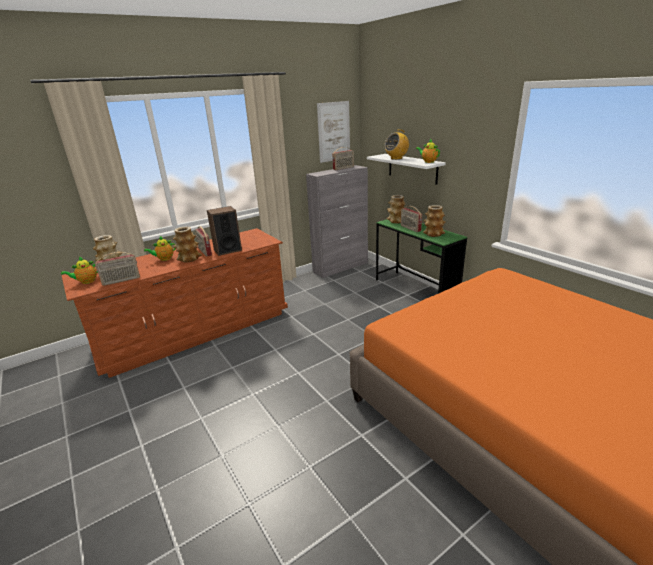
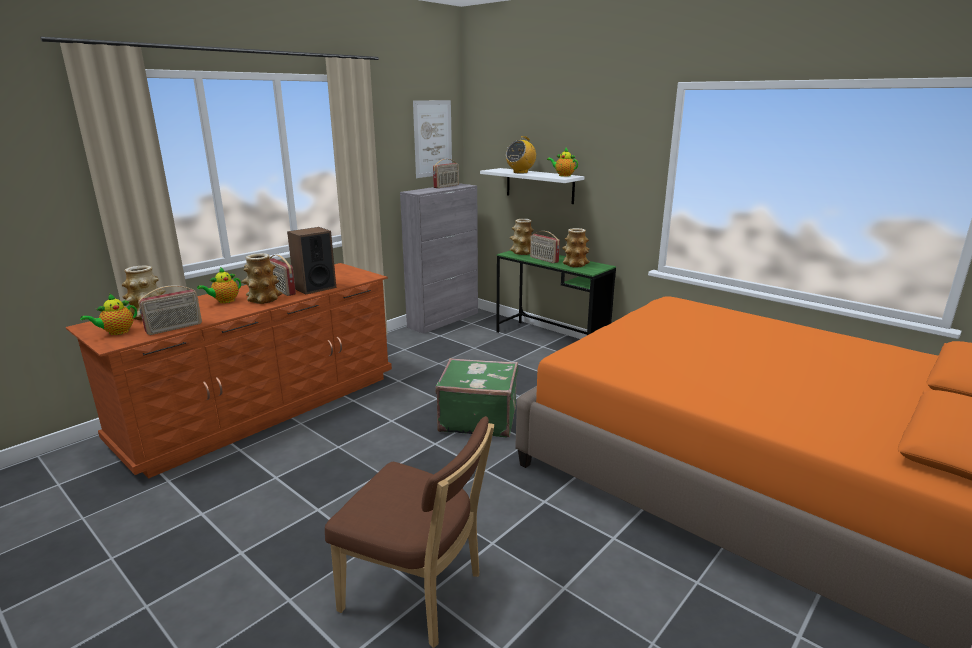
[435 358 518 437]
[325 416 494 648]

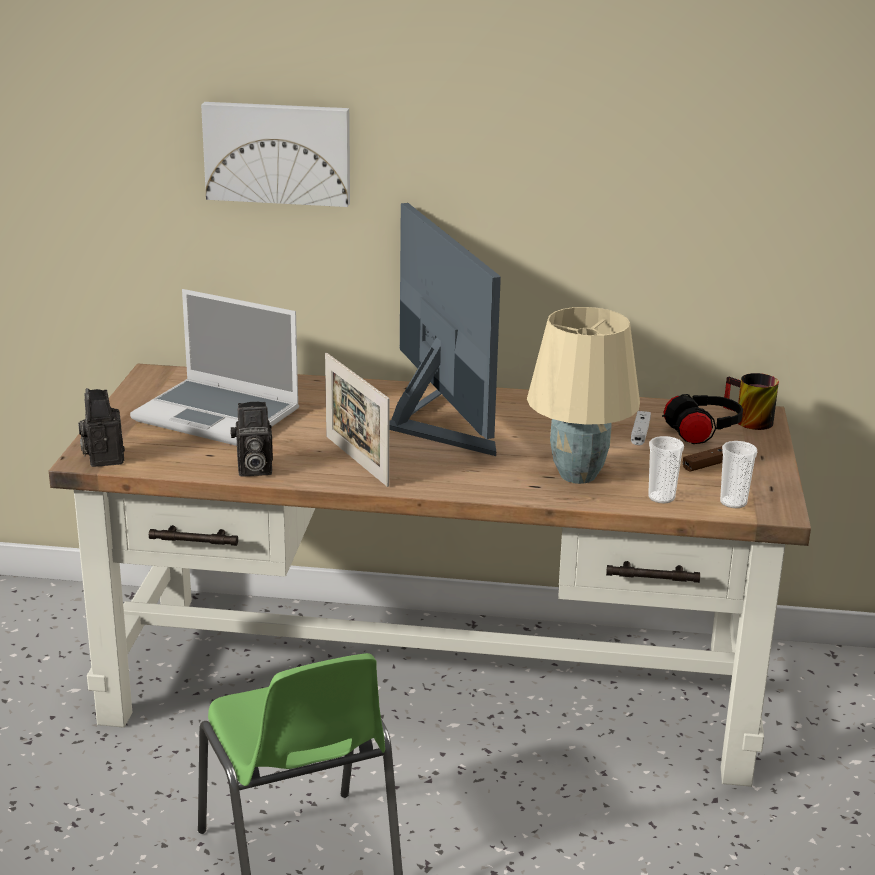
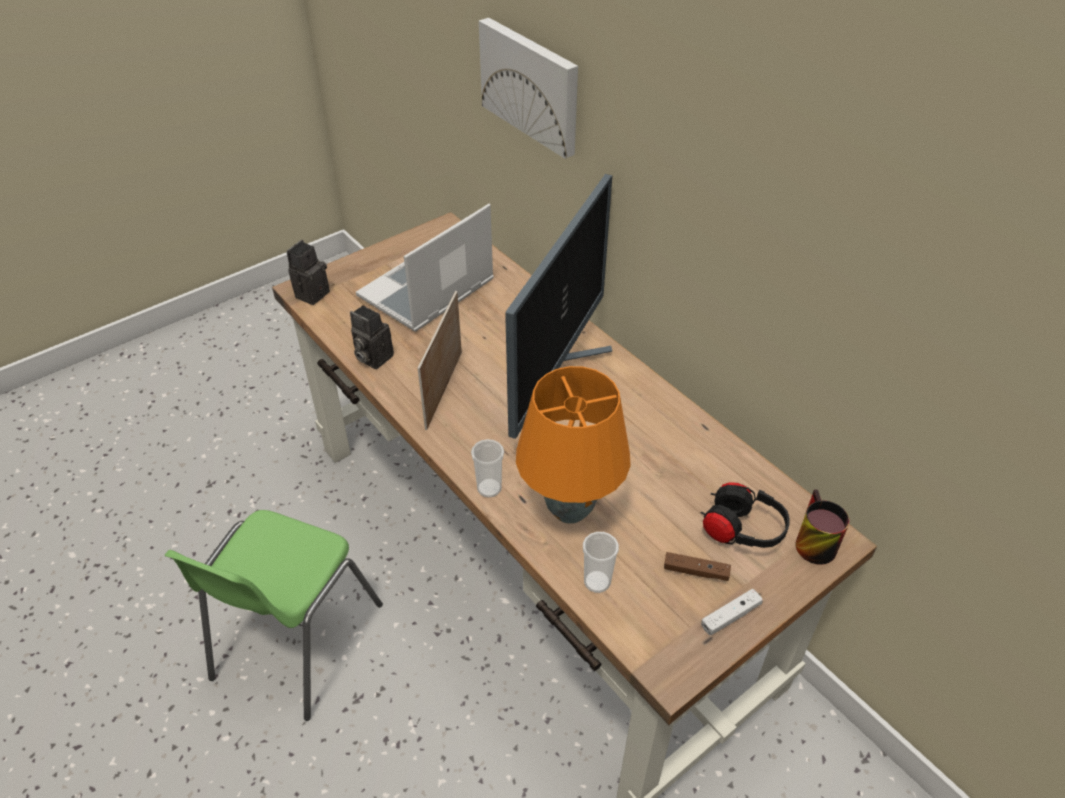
[356 204 494 332]
[516 366 631 524]
[701 589 763 635]
[471 439 504 498]

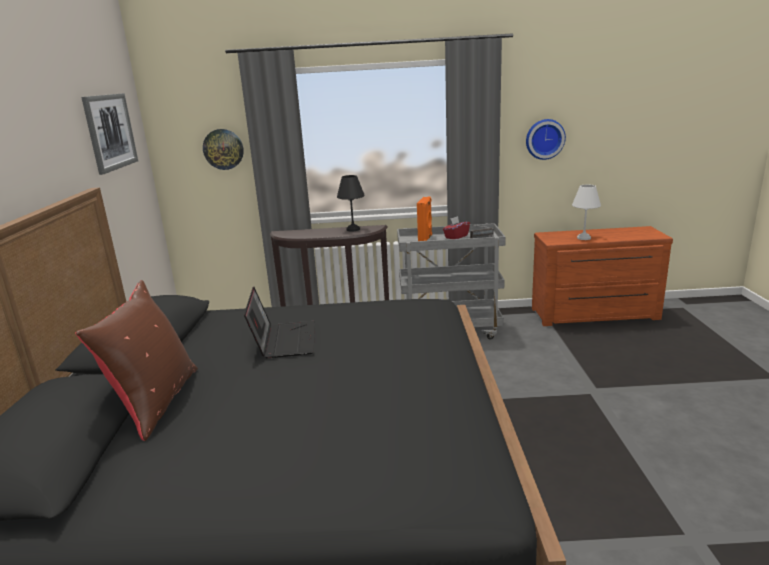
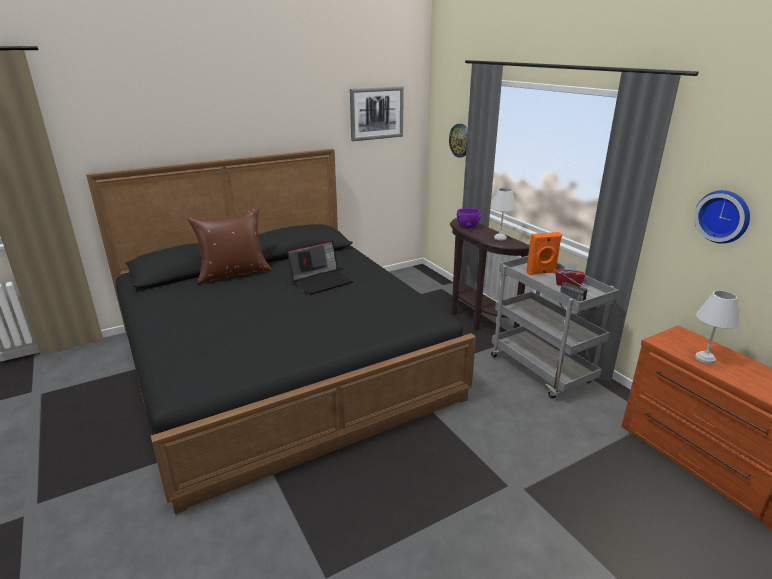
[490 188 517 240]
[457 208 481 228]

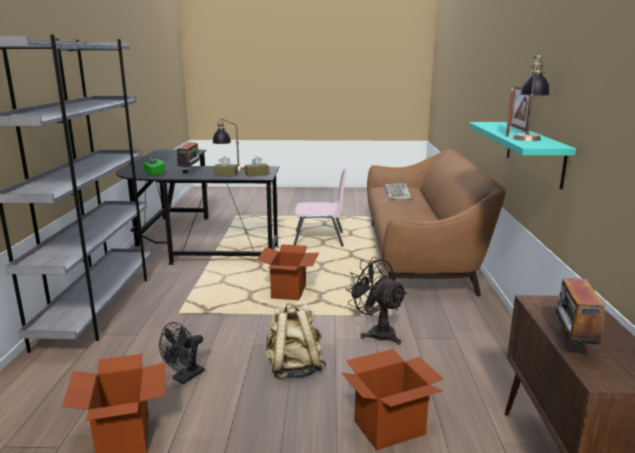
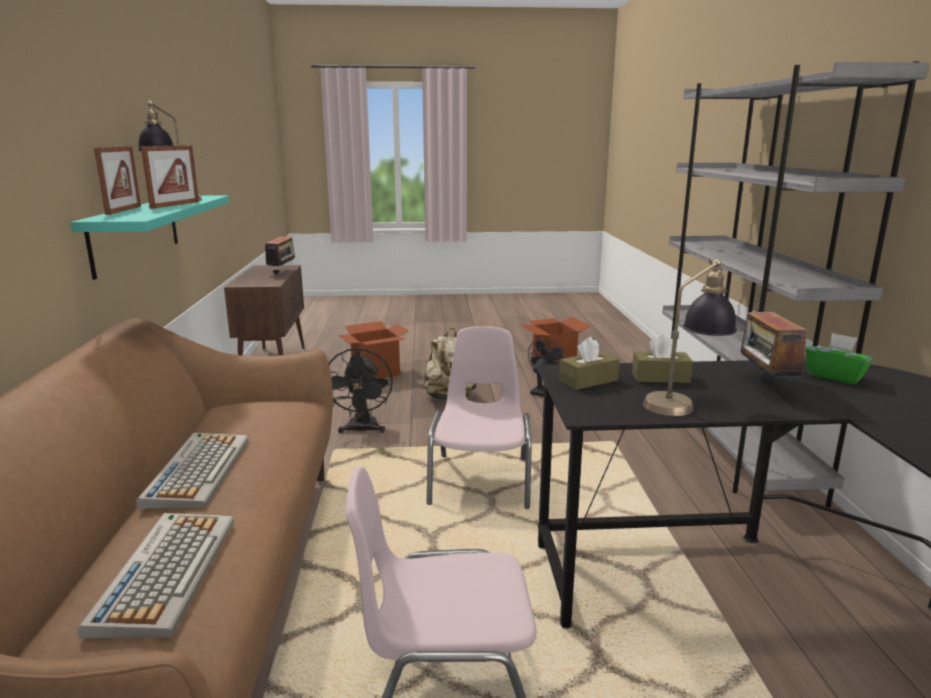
[427 326 532 509]
[329 348 393 434]
[136 433 249 509]

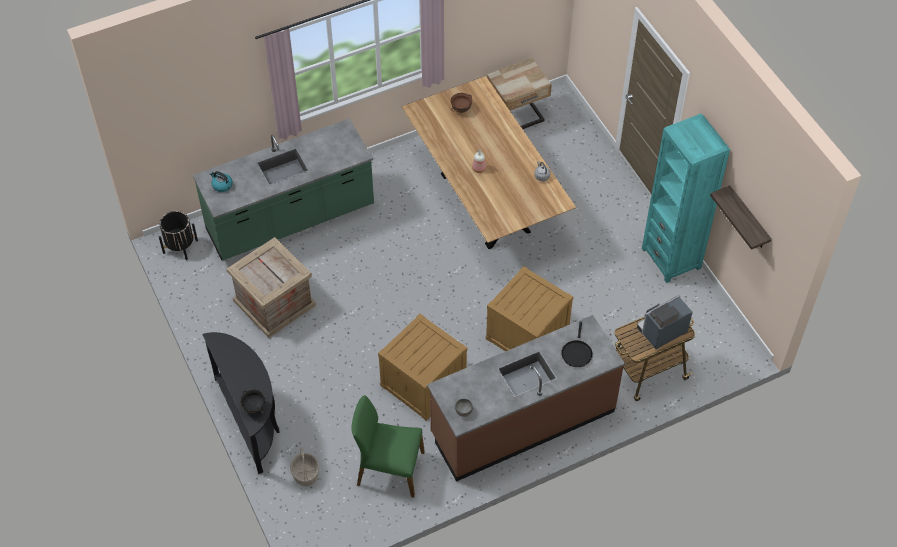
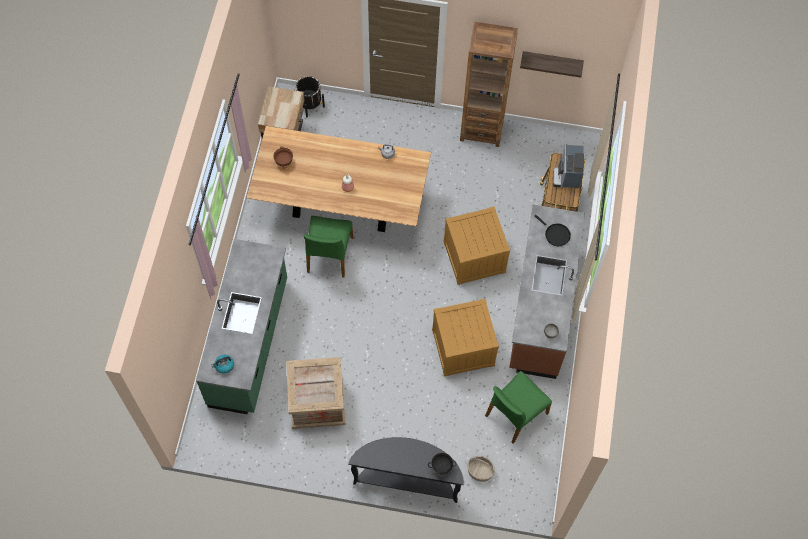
[460 22 518 147]
[296 76 325 117]
[304 216 354 277]

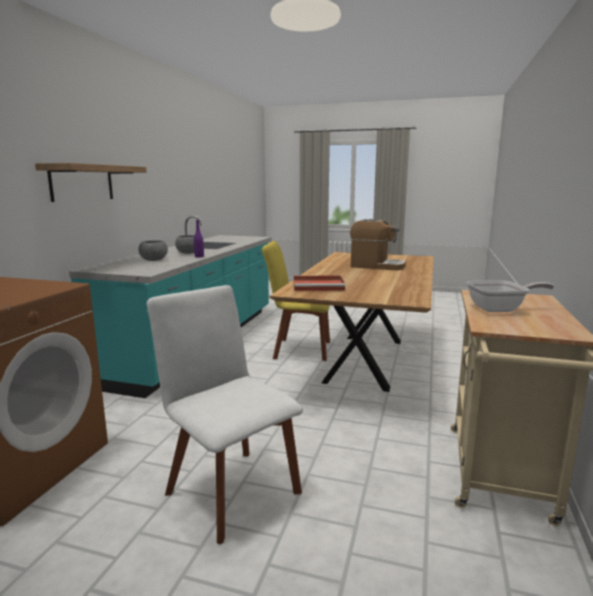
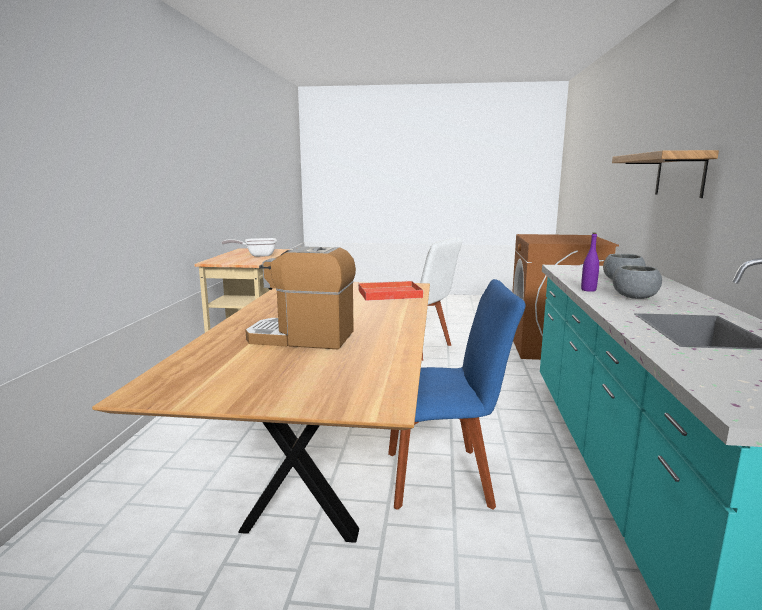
[388 279 525 510]

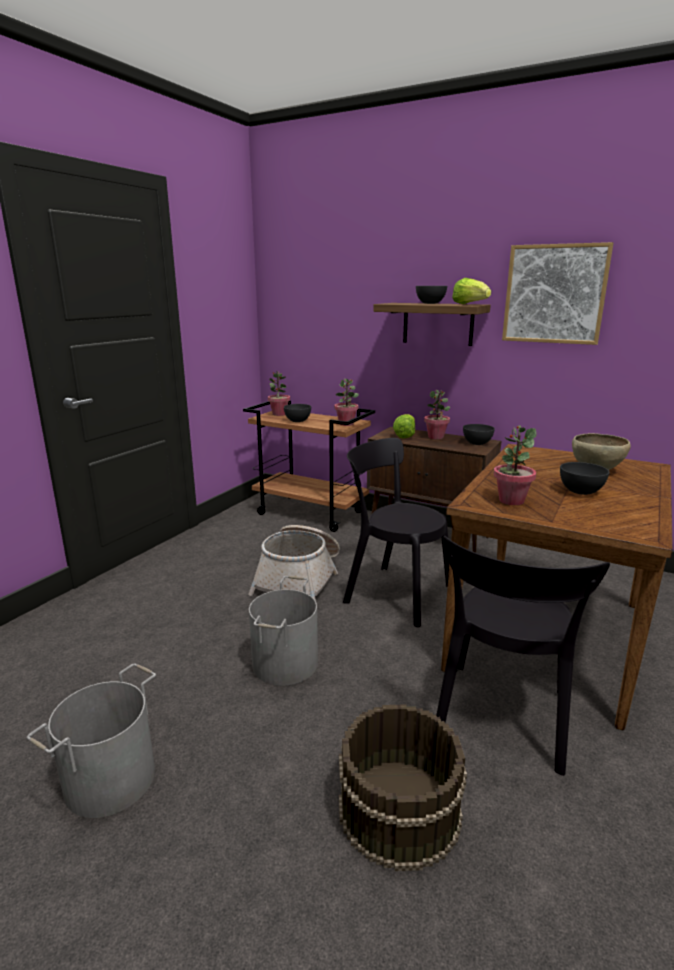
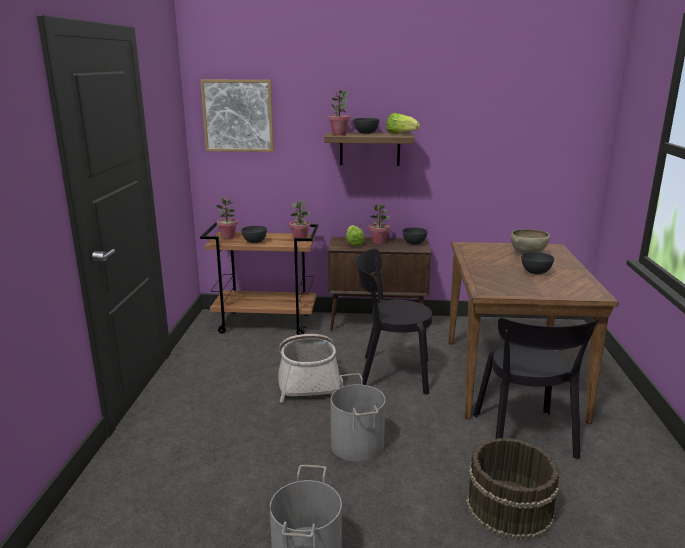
[200 80 274 152]
[328 90 351 135]

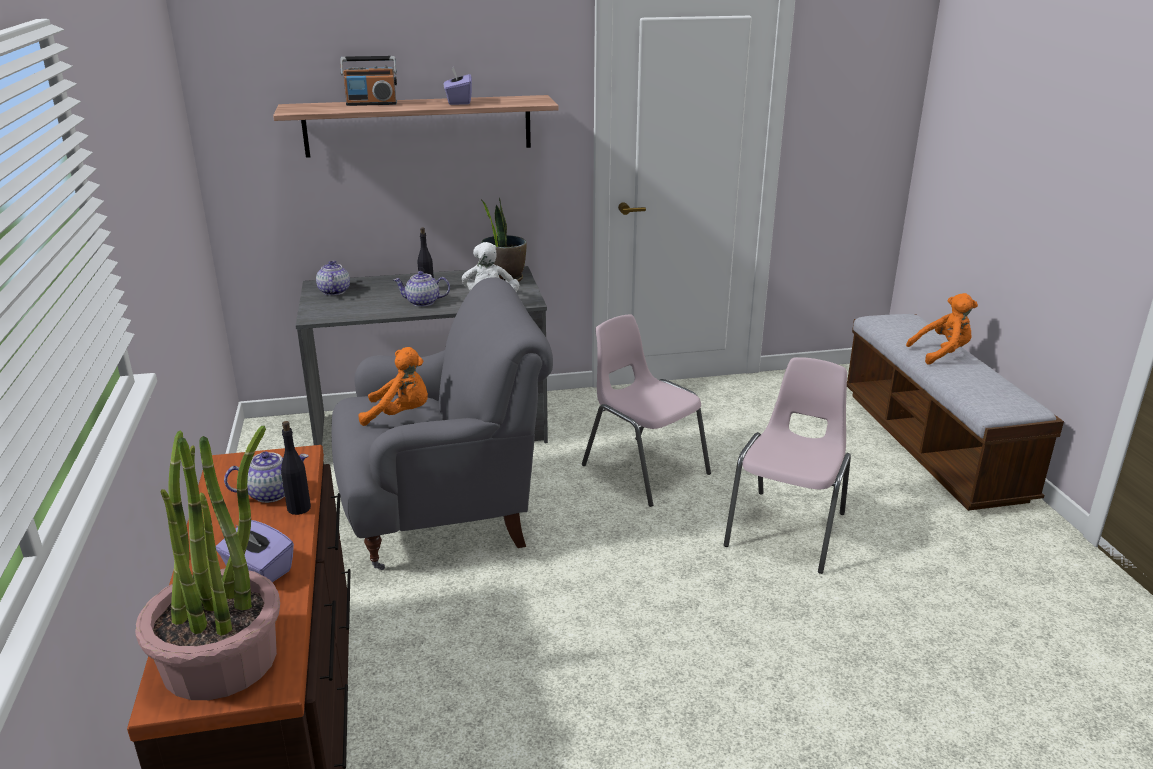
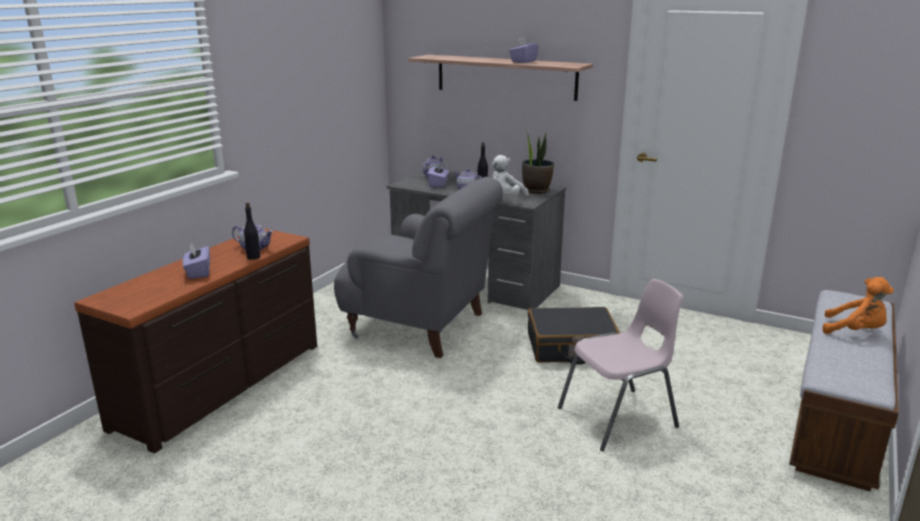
[340 56 397 106] (first image)
[528 307 620 365]
[358 347 428 426] (first image)
[135 426 280 700] (first image)
[427 164 449 187]

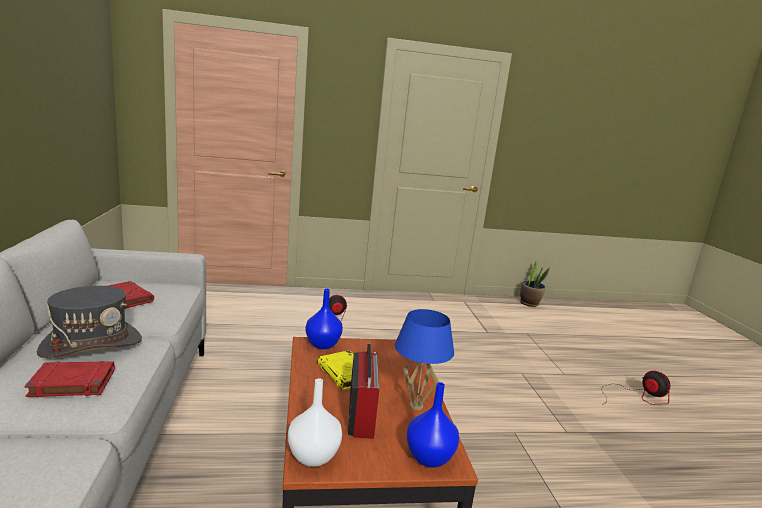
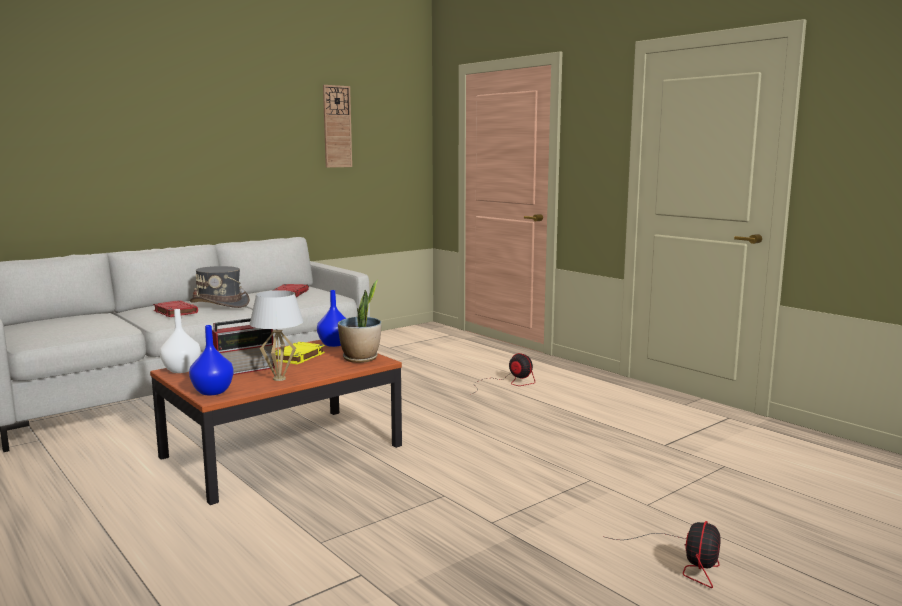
[338 280 381 363]
[250 290 303 381]
[323 85 352 168]

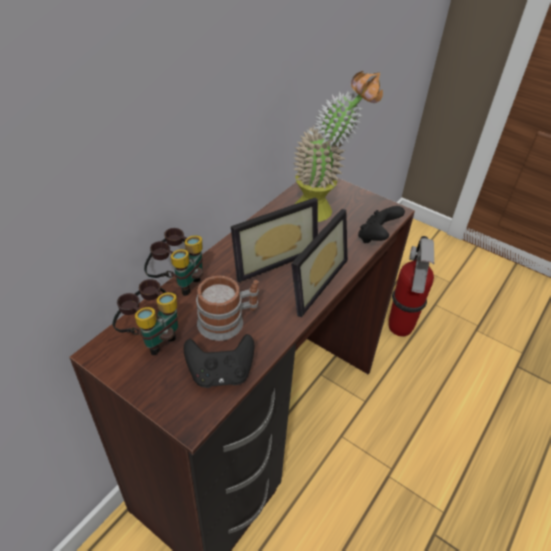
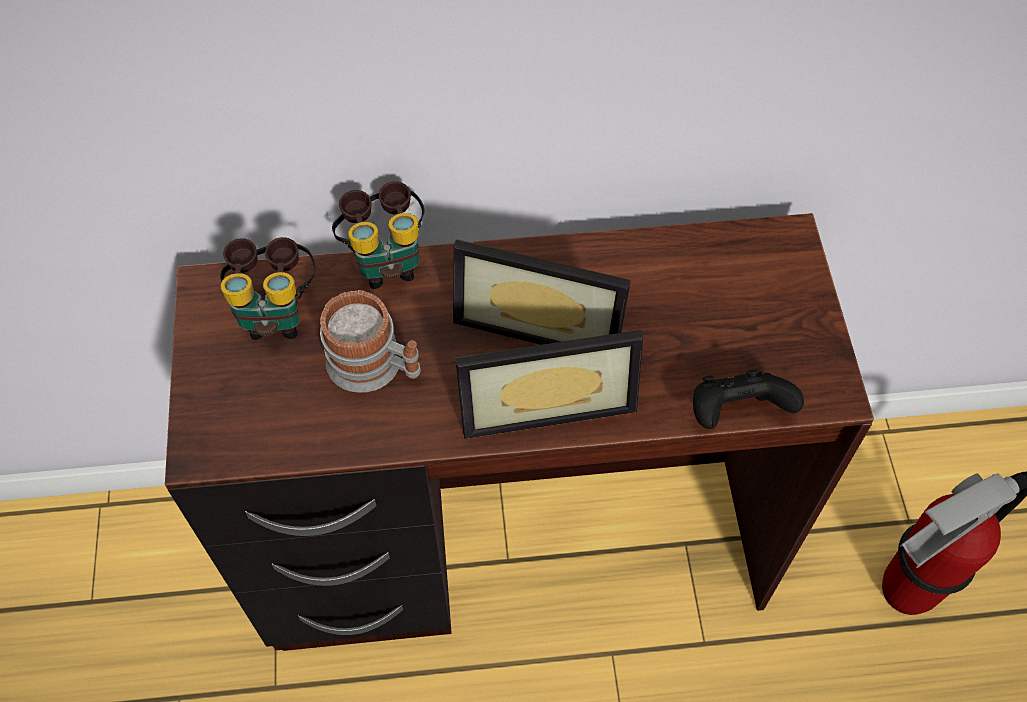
[293 71 383 222] (first image)
[183 334 255 388] (first image)

